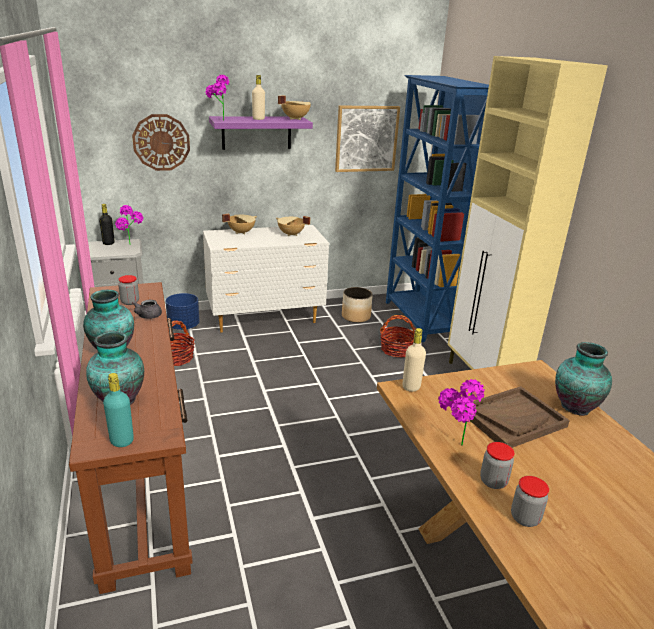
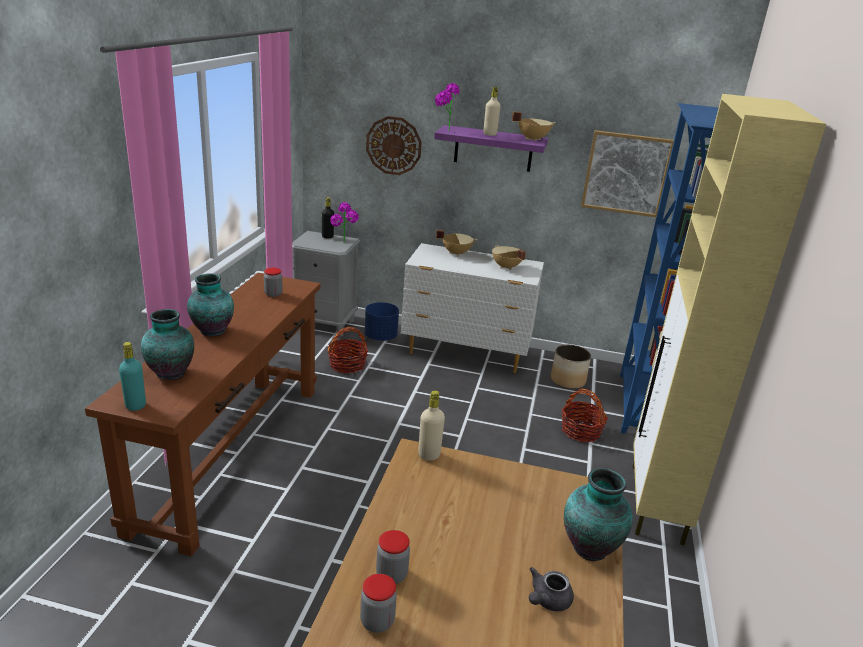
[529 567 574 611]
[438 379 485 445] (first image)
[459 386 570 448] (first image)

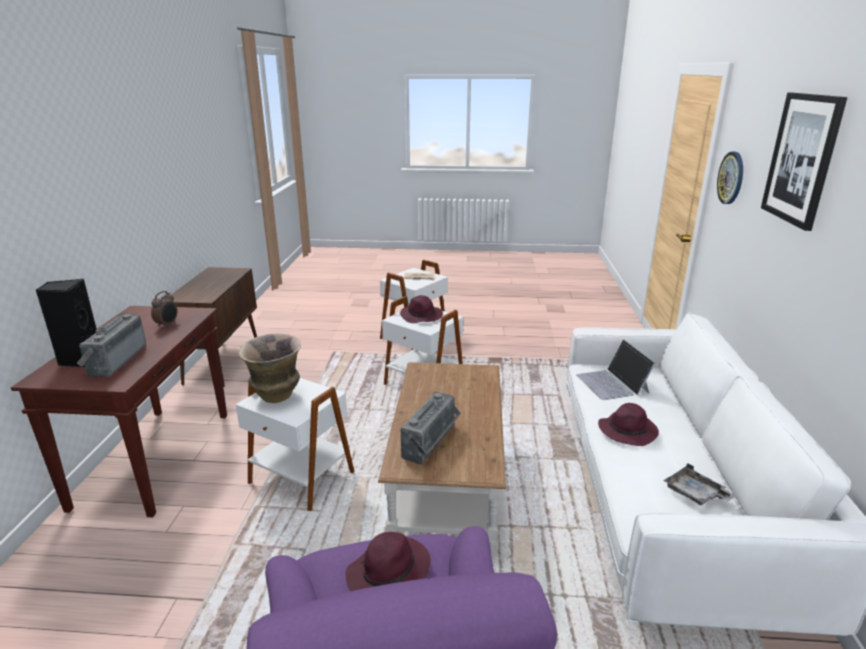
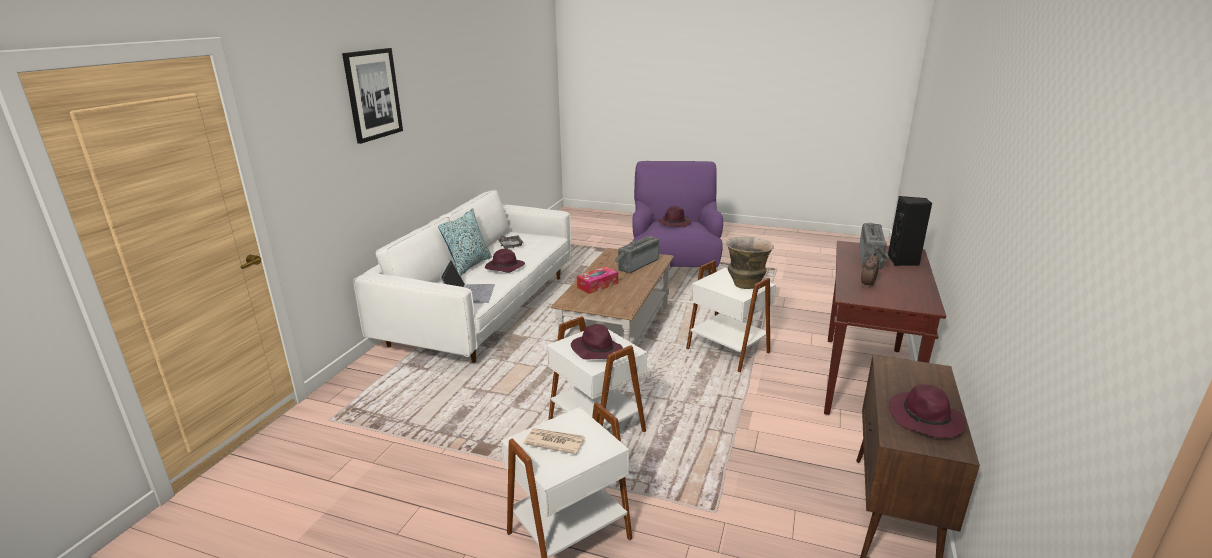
[717 152 743 204] (first image)
[438 208 492 276]
[577 266 618 294]
[889 384 966 438]

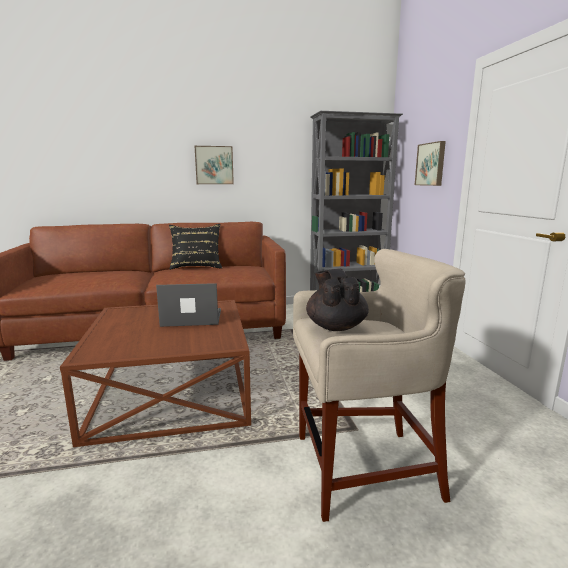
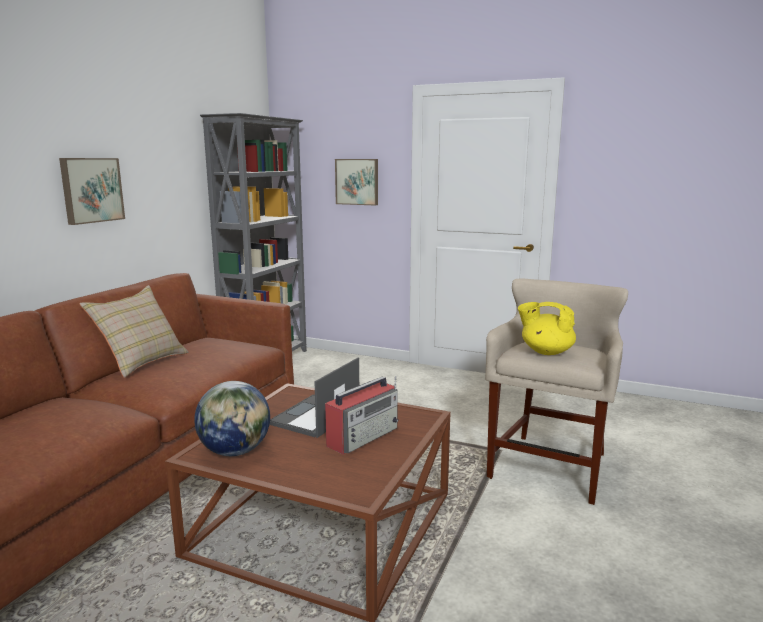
[79 285 189 378]
[518 302 576 355]
[325 376 398 454]
[194 381 270 456]

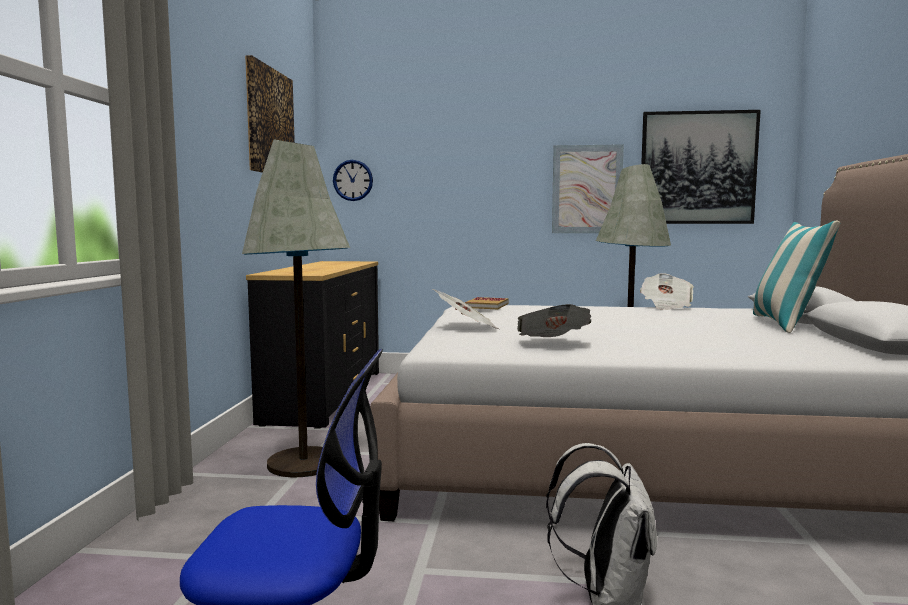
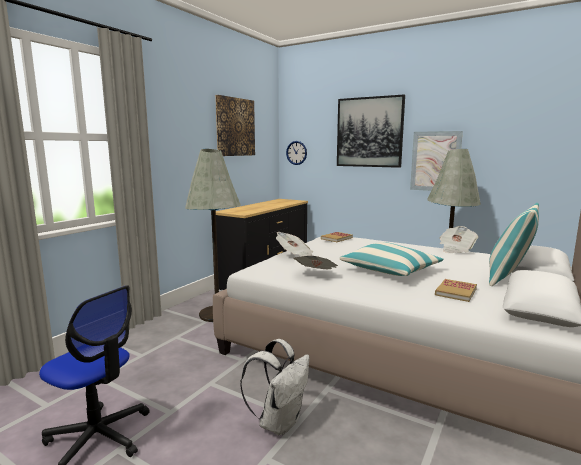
[337 95 405 168]
[339 242 443 276]
[435 279 477 302]

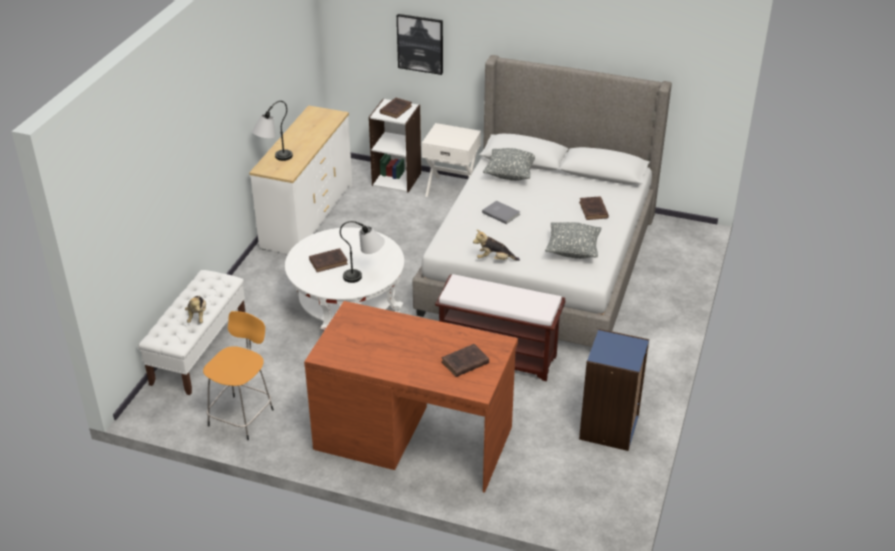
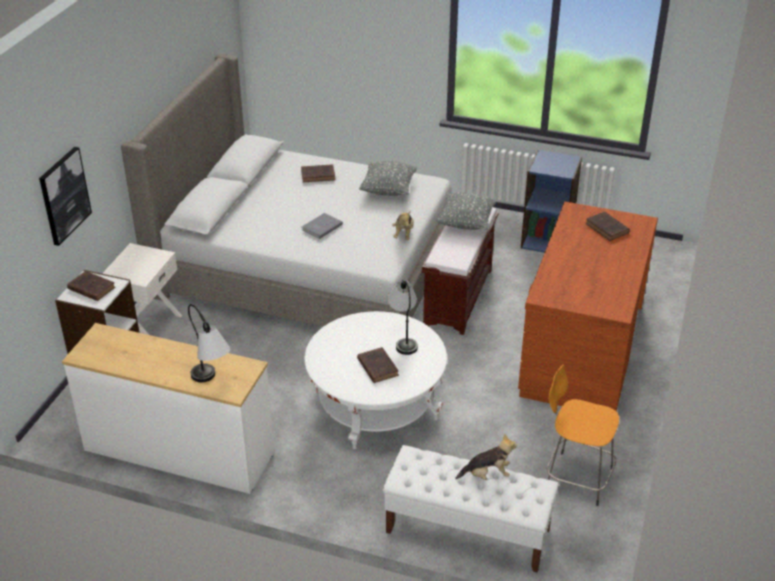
[437 193 496 230]

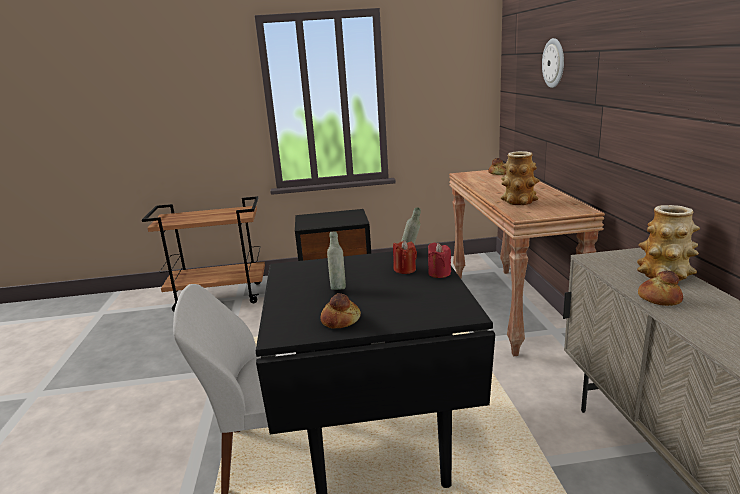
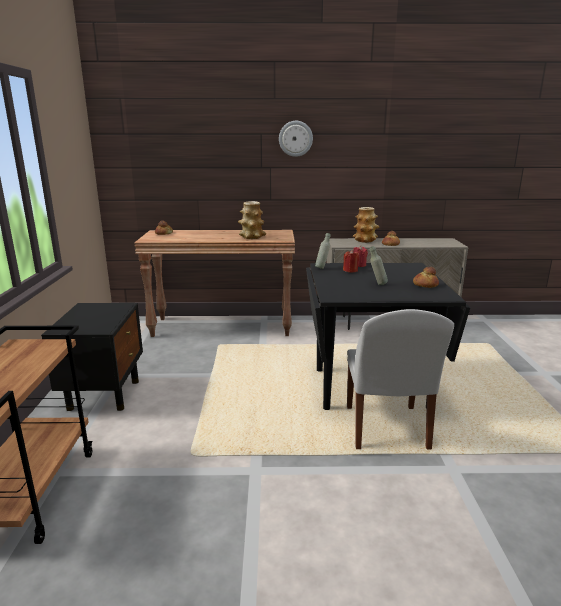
[279 121 313 157]

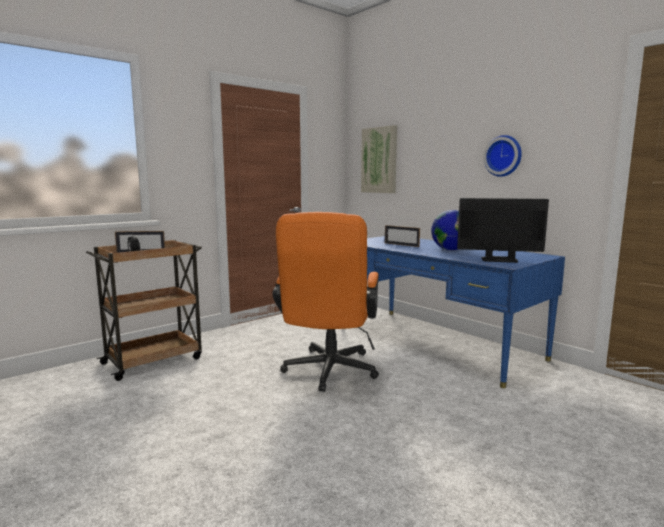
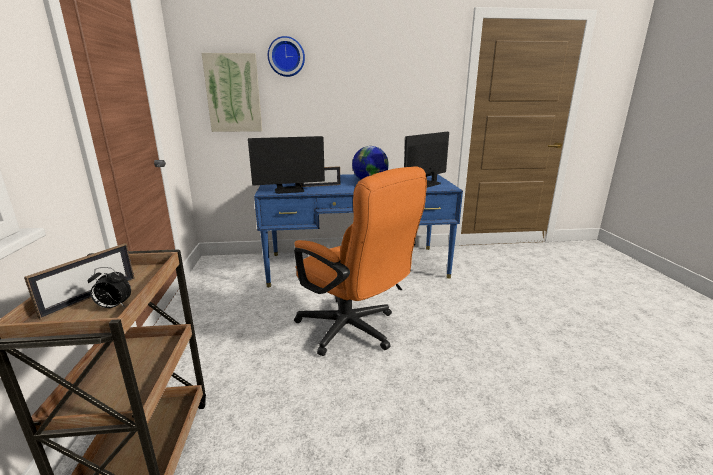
[268 36 305 77]
[248 136 325 194]

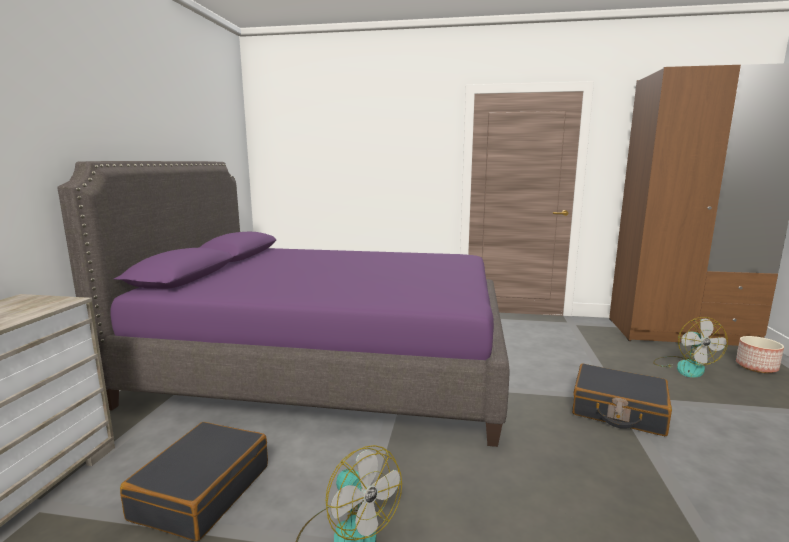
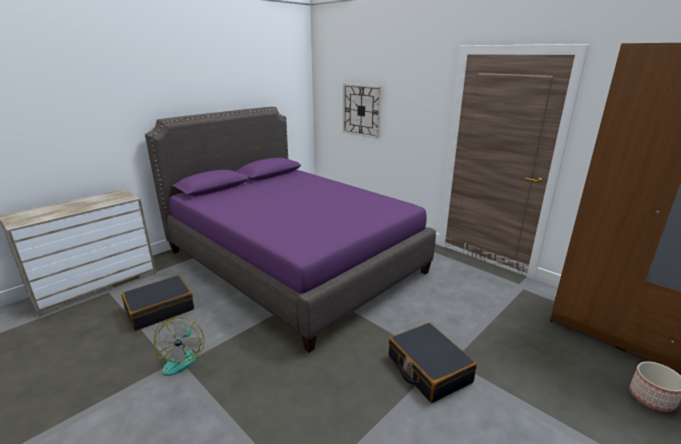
[653 317 728 378] (first image)
[343 84 382 139]

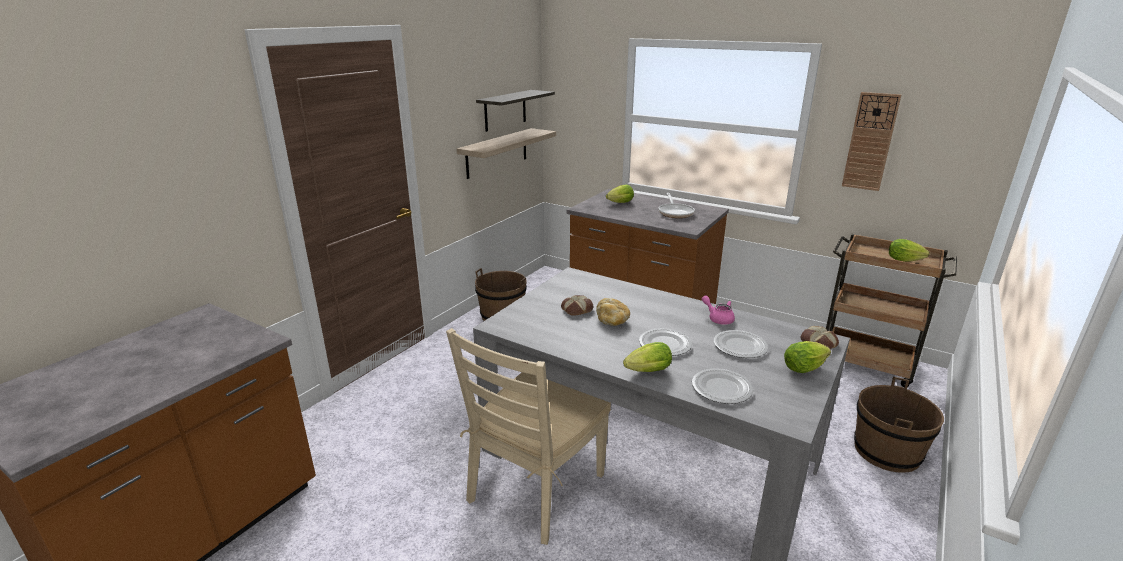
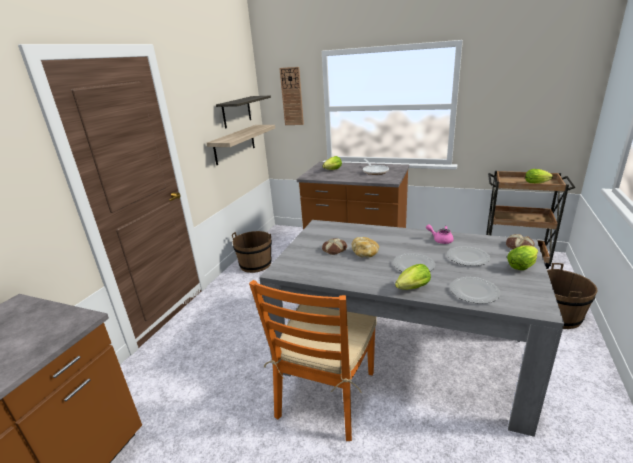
[279 67 304 125]
[249 280 377 441]

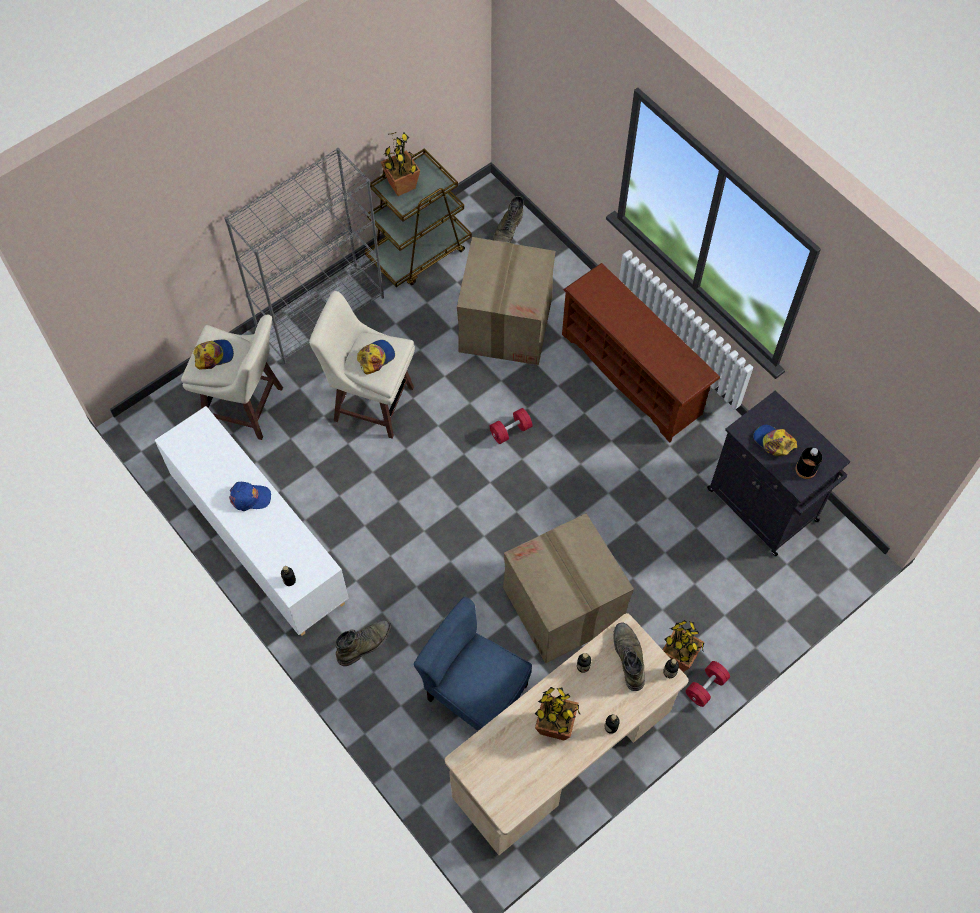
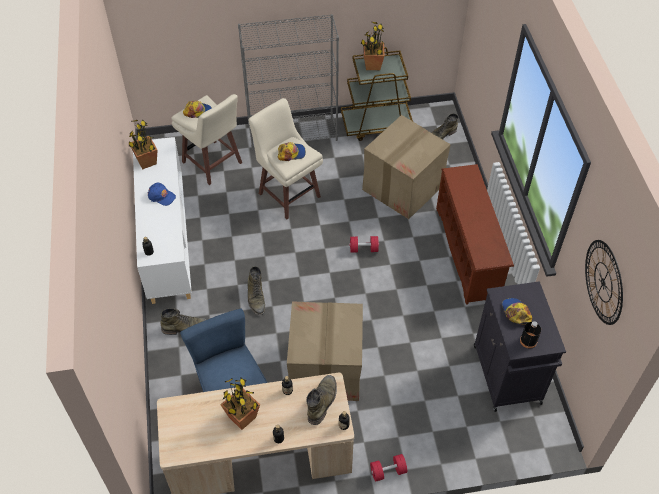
[129 120 158 169]
[585 240 623 325]
[248 266 265 315]

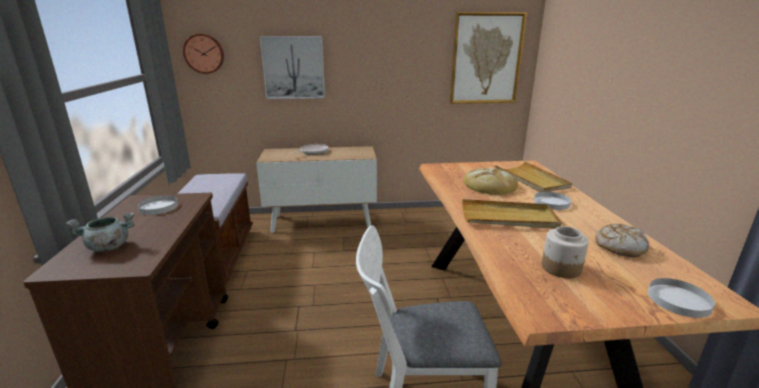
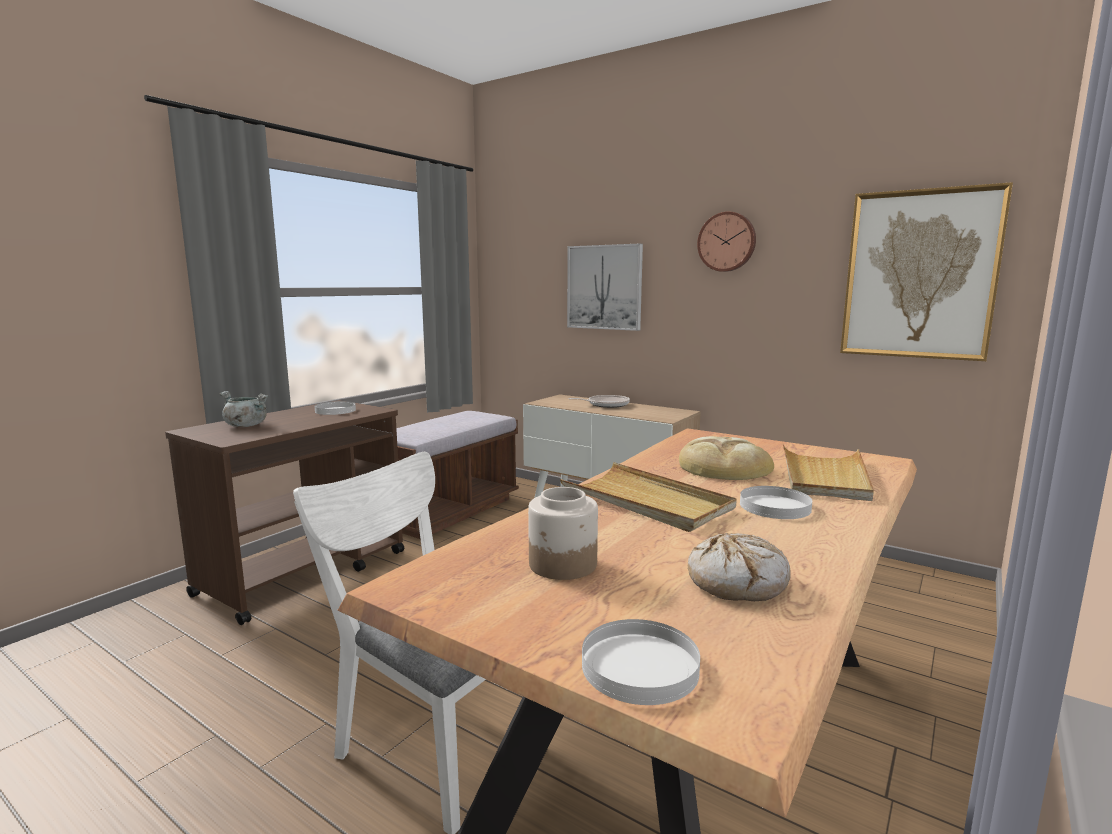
[697 211 756 272]

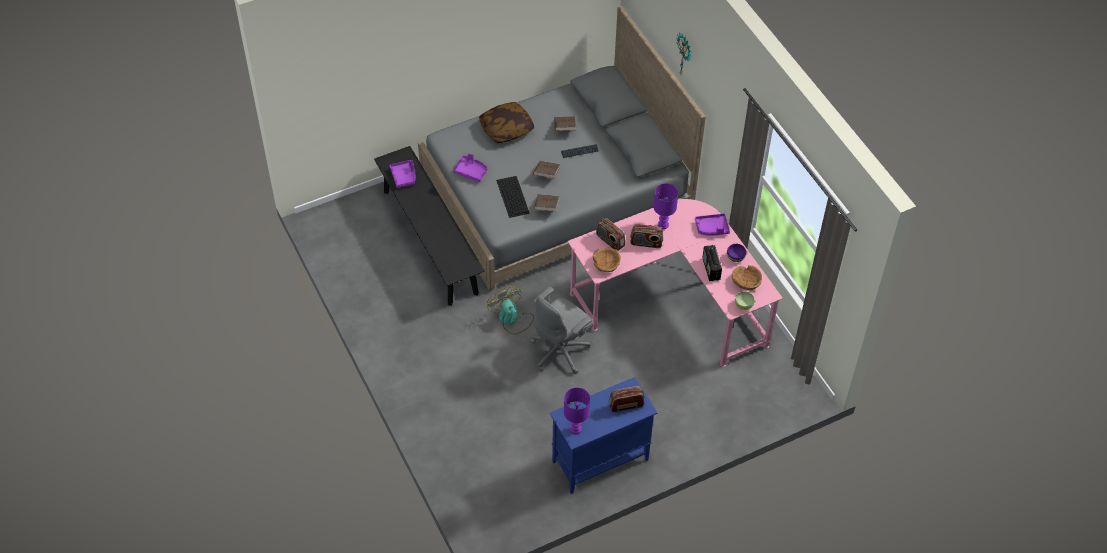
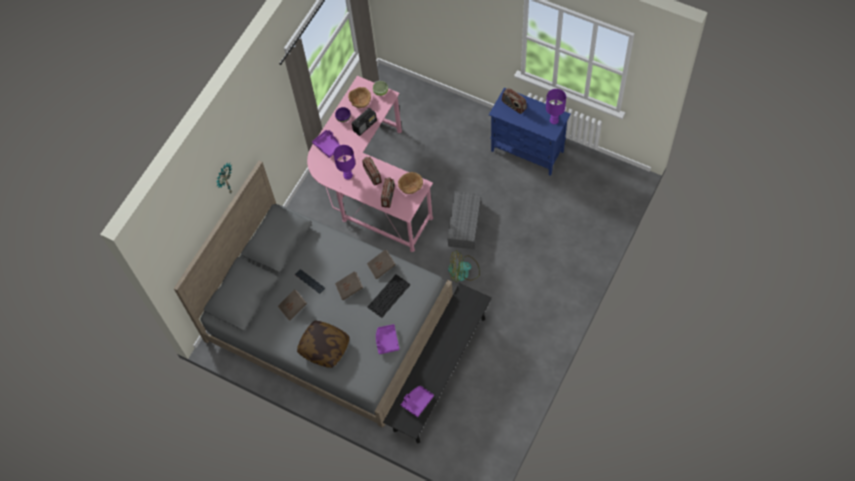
[448 251 480 282]
[447 191 481 250]

